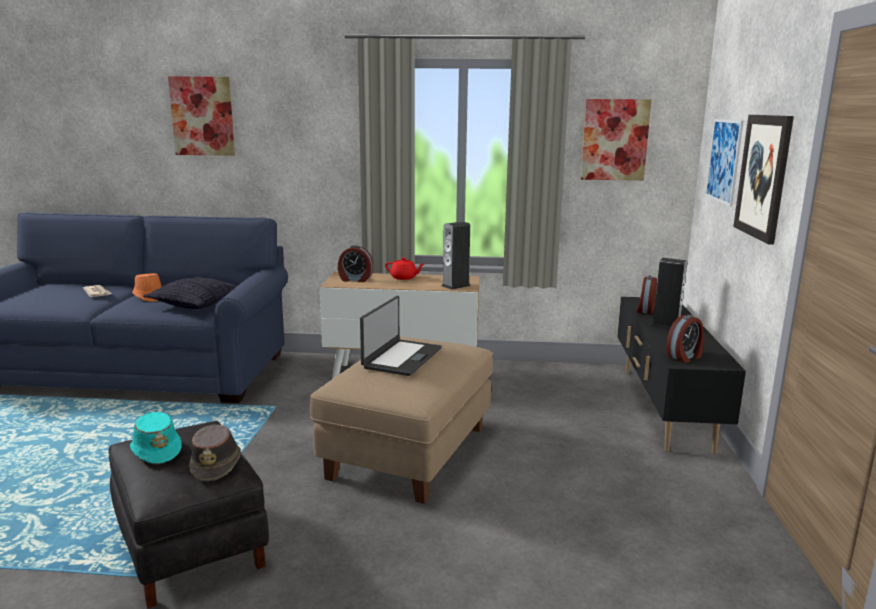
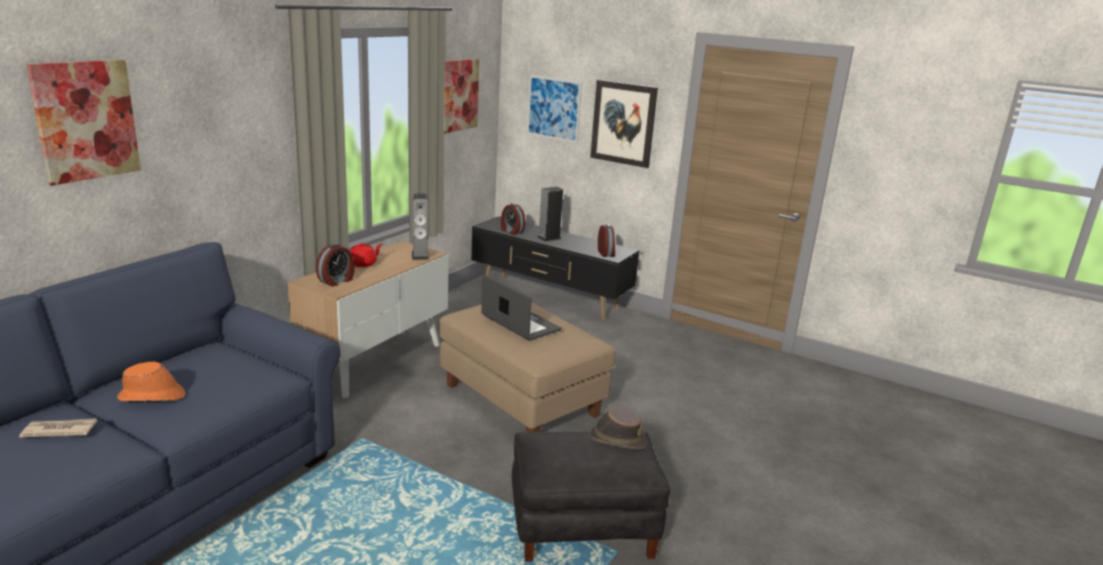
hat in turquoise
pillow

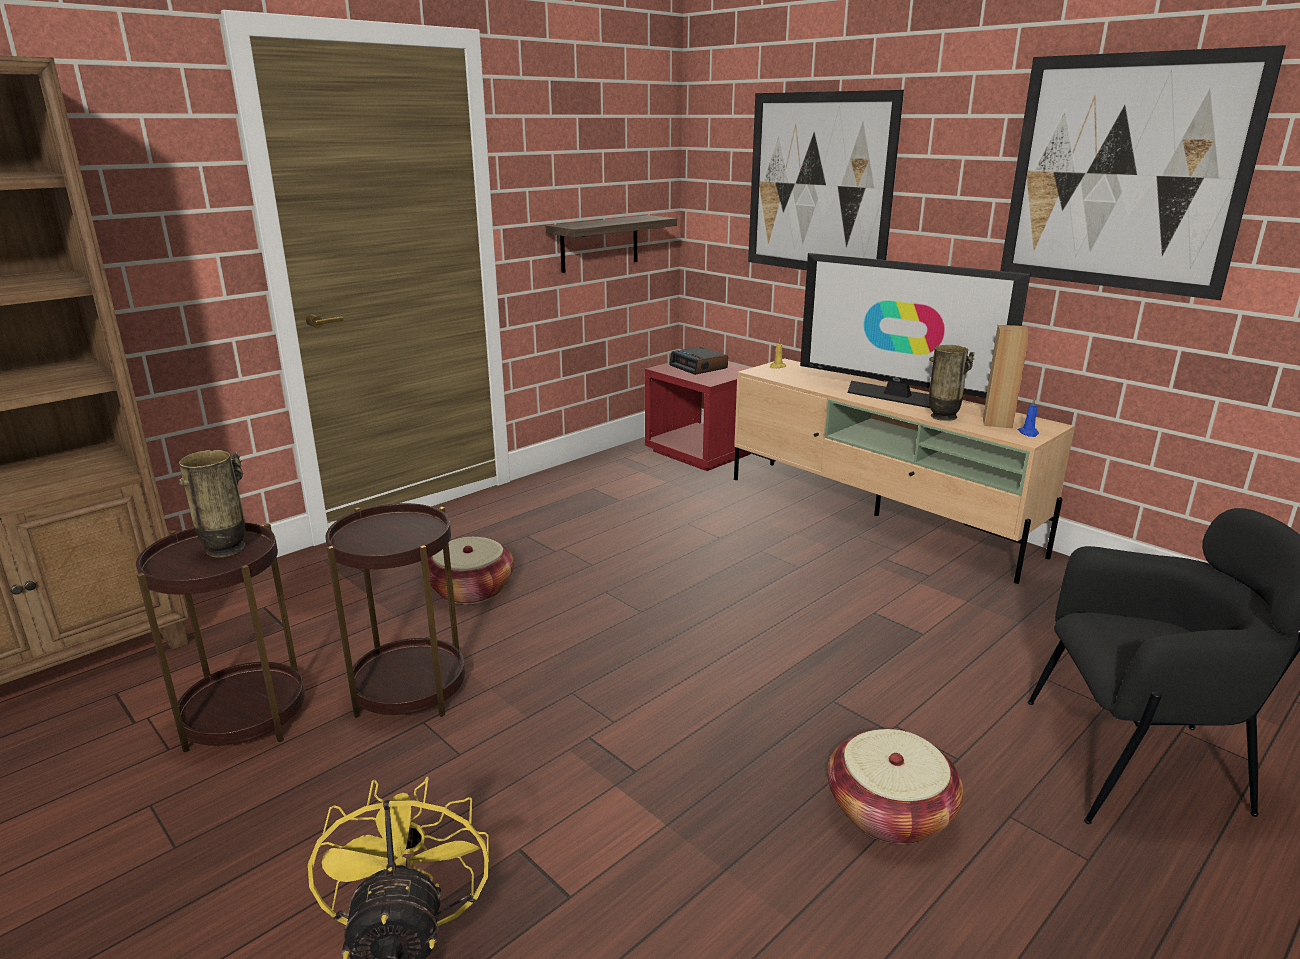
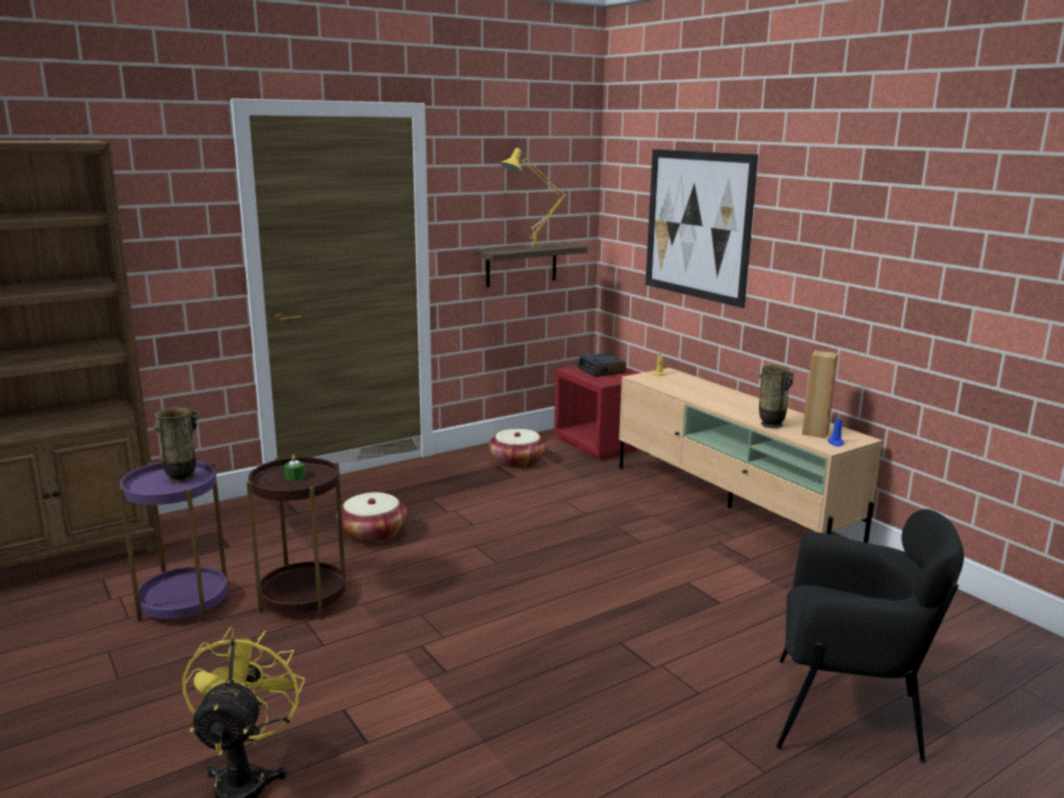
television
picture (no. 2 from left in the first image)
candle in green
table lamp in yellow
basket (no. 2 from left)
side table in purple

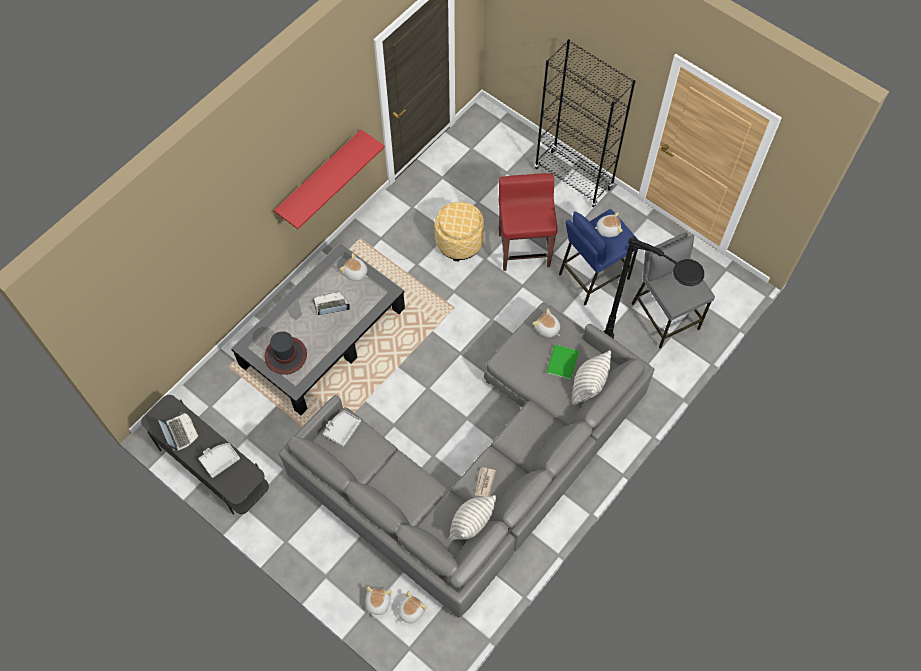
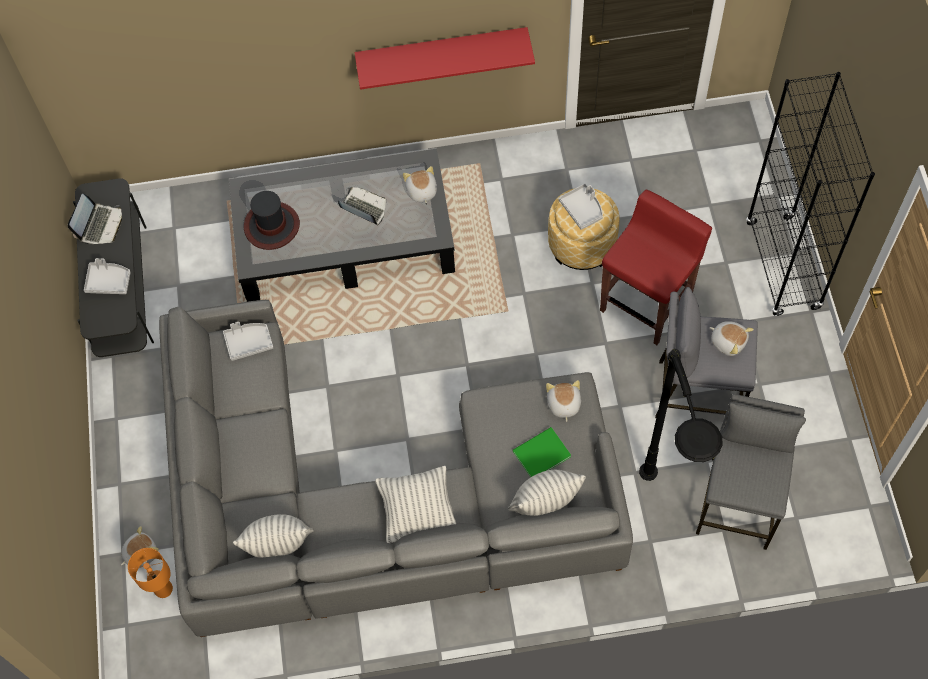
newspaper
pillow (no. 2 from left)
tray in grey (no. 3 from left)
table lamp in orange
stool in grey (no. 1 from left)

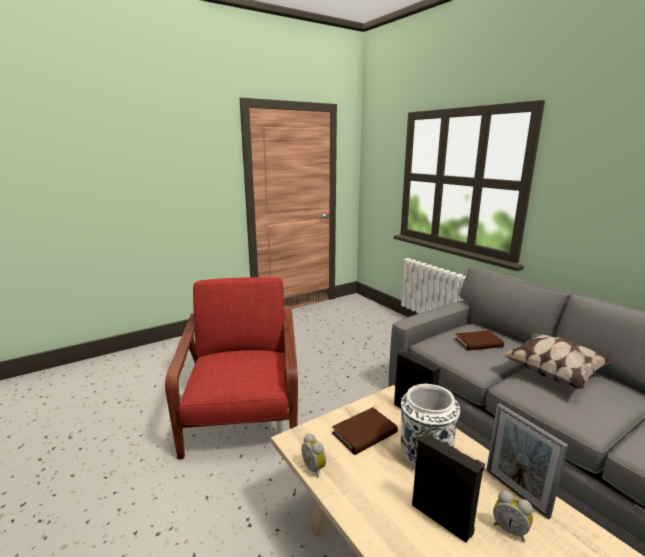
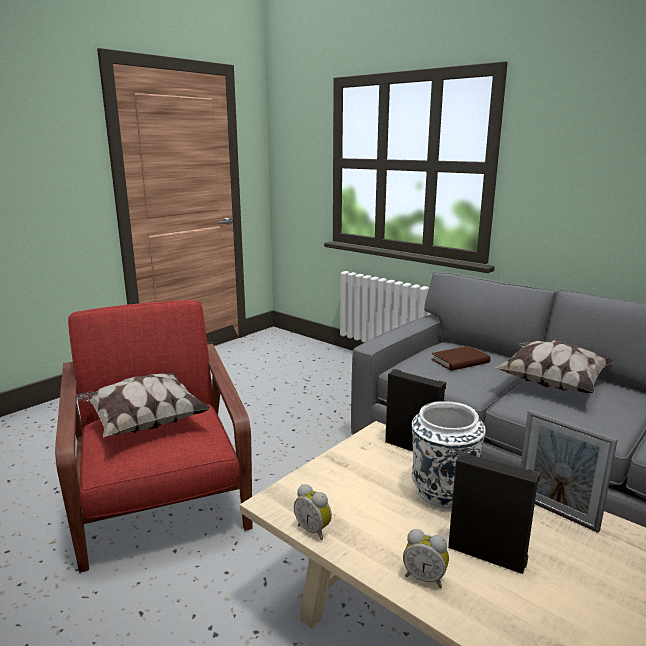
book in brown (no. 1 from left in the first image)
pillow (no. 1 from left)
alarm clock (no. 2 from left)

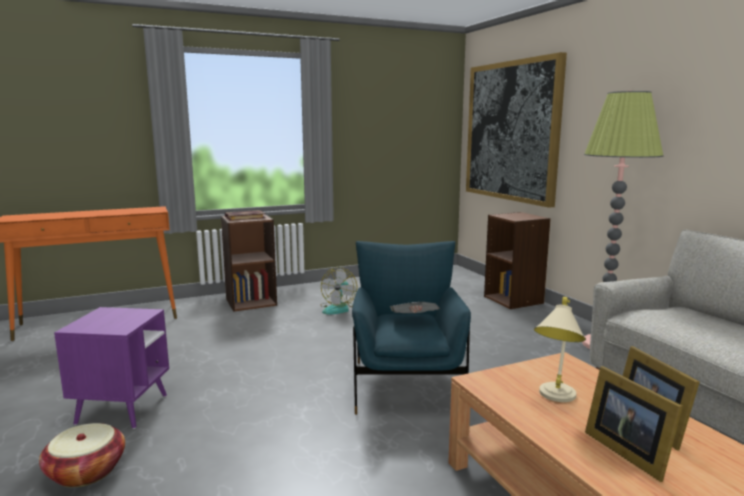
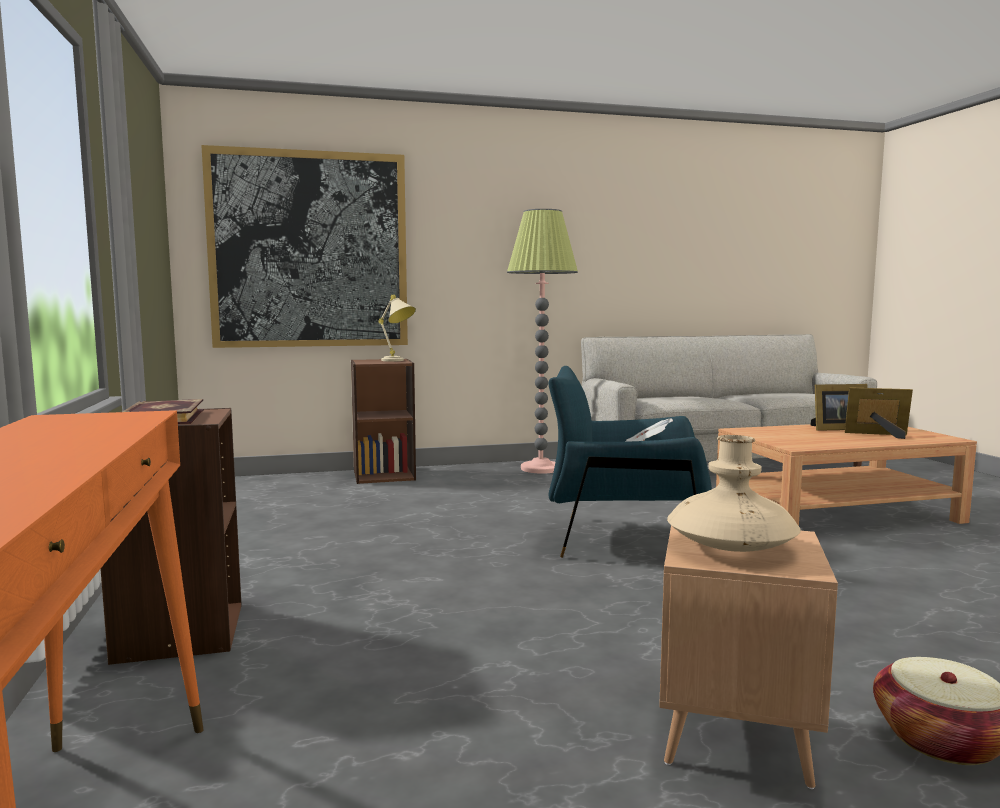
fan
vase in beige
table lamp in beige
side table in brown
picture frame (no. 2 from left)

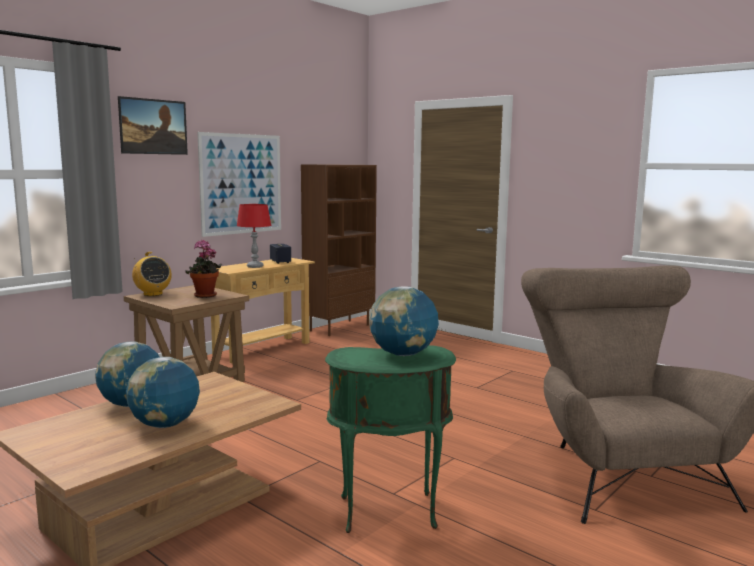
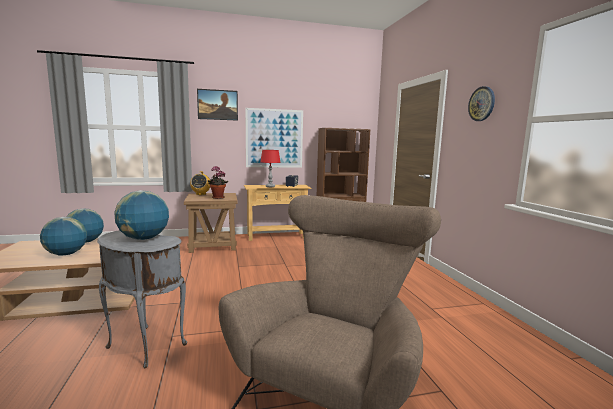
wall clock
side table in grey

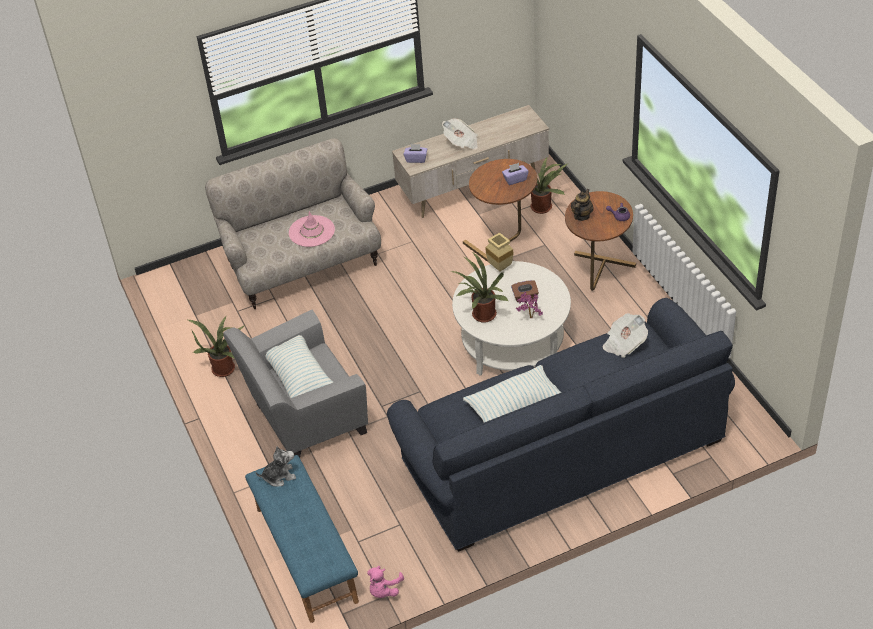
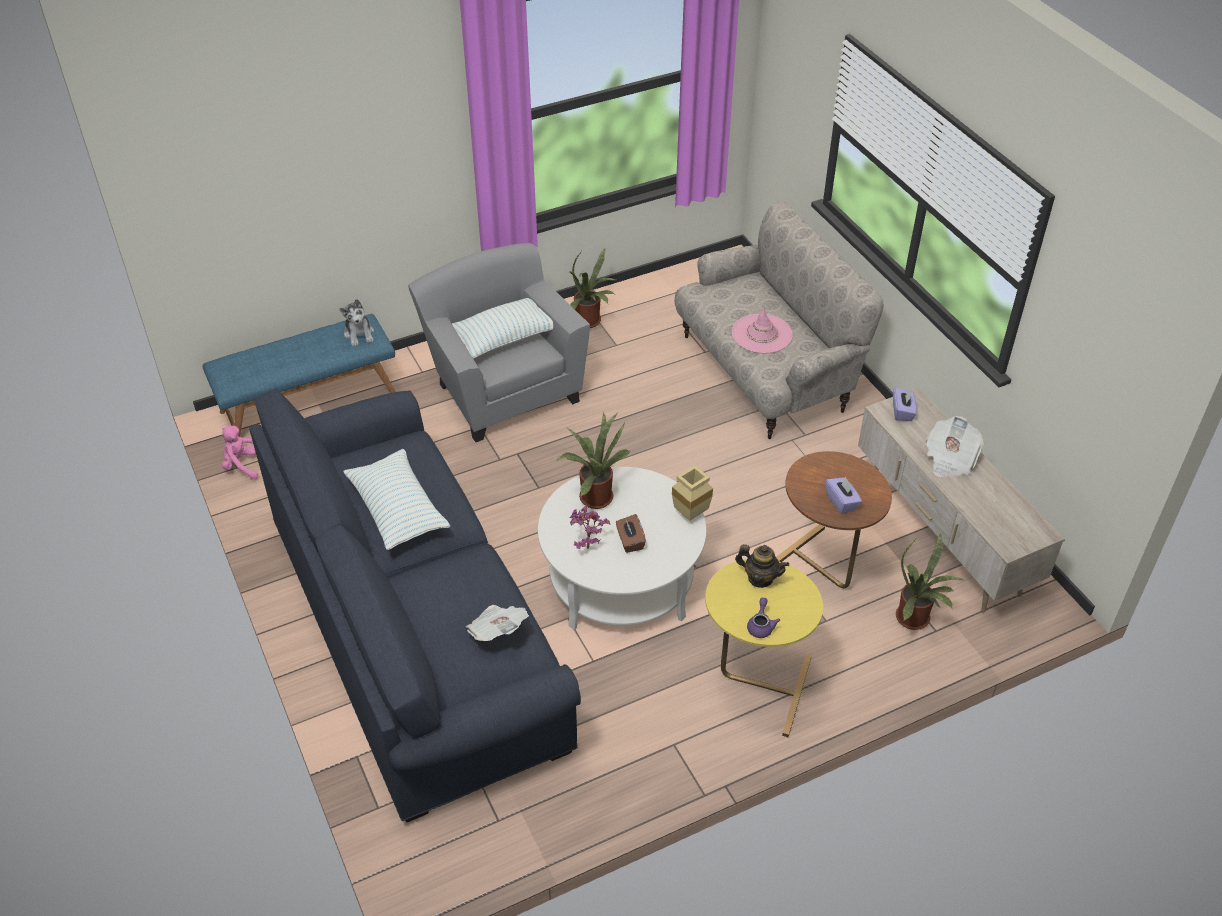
side table in yellow

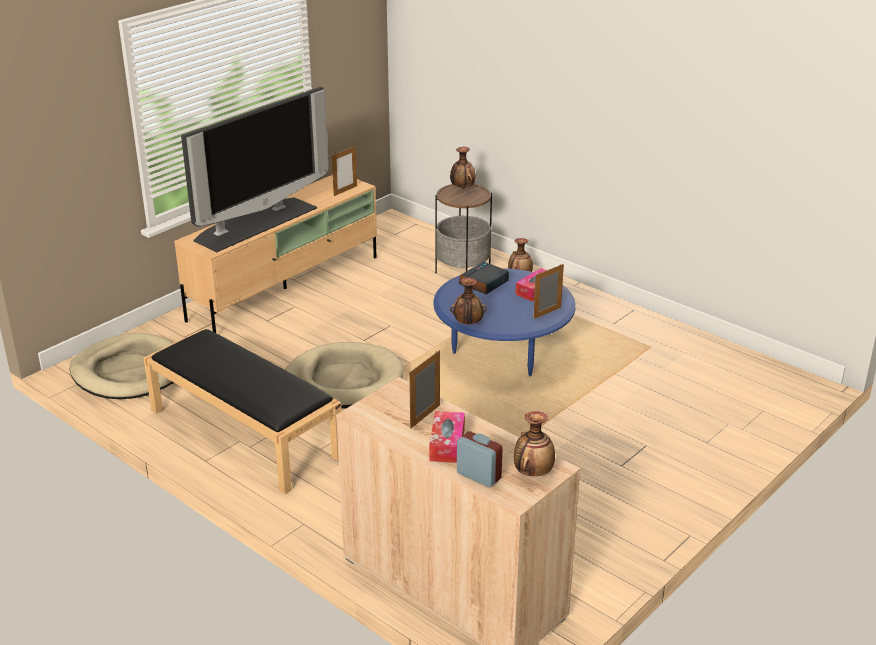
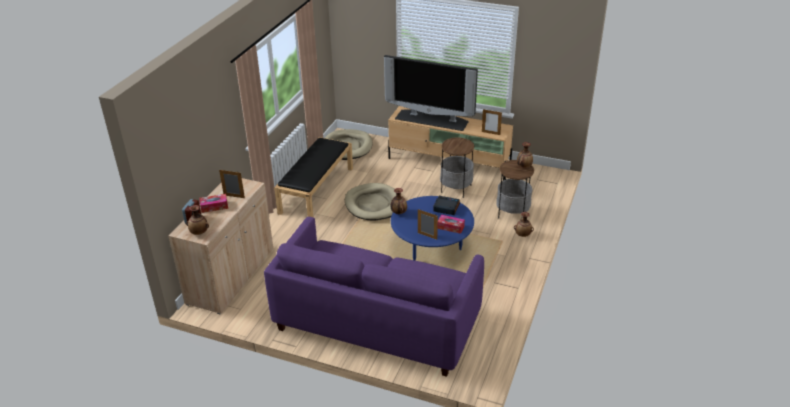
sofa in purple
side table (no. 1 from left)

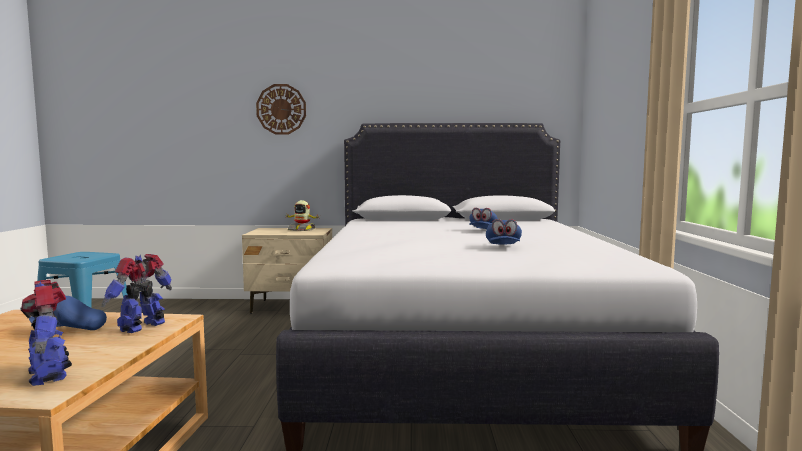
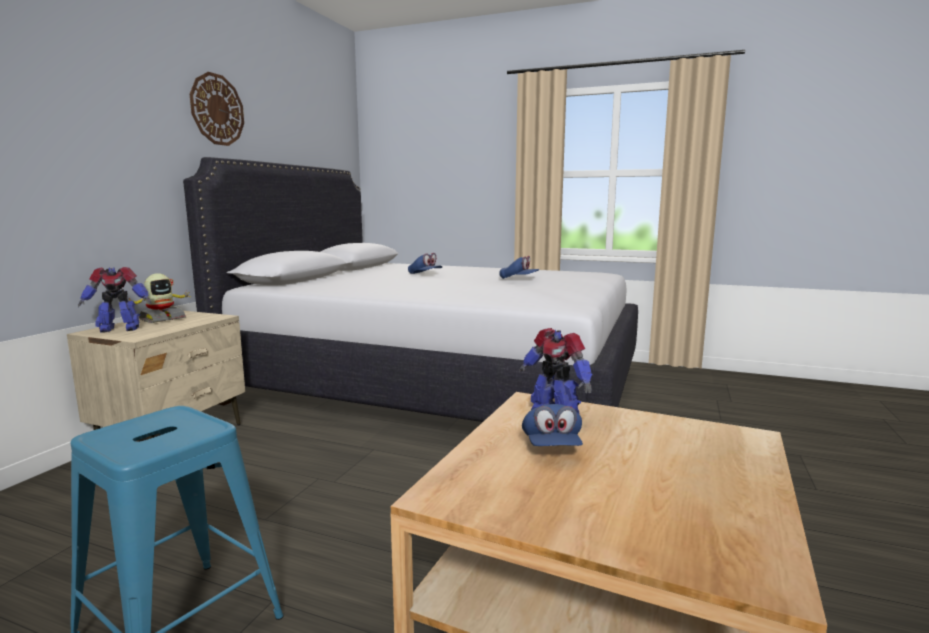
toy robot (no. 1 from left)
wall clock

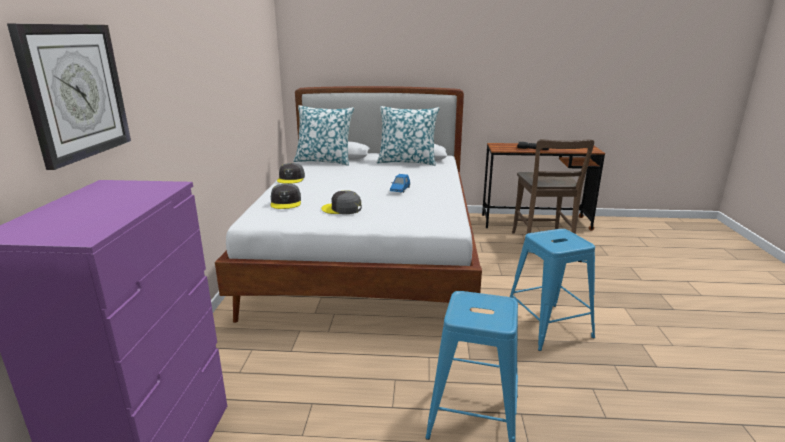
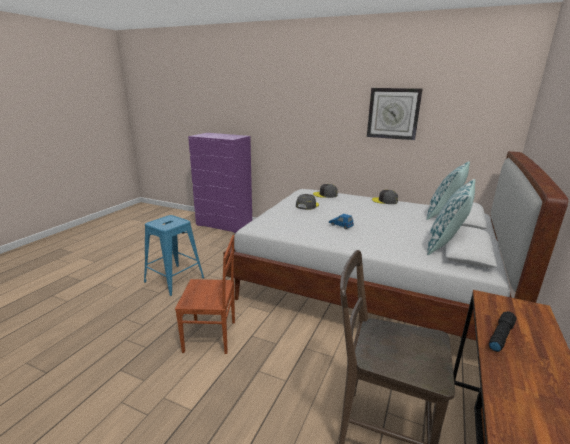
wall clock
chair in brown (no. 1 from left)

